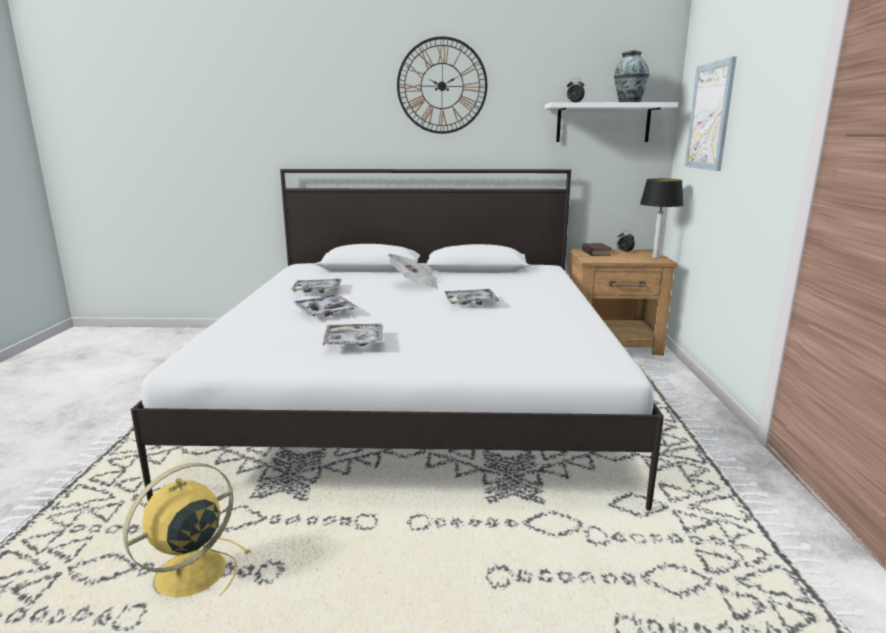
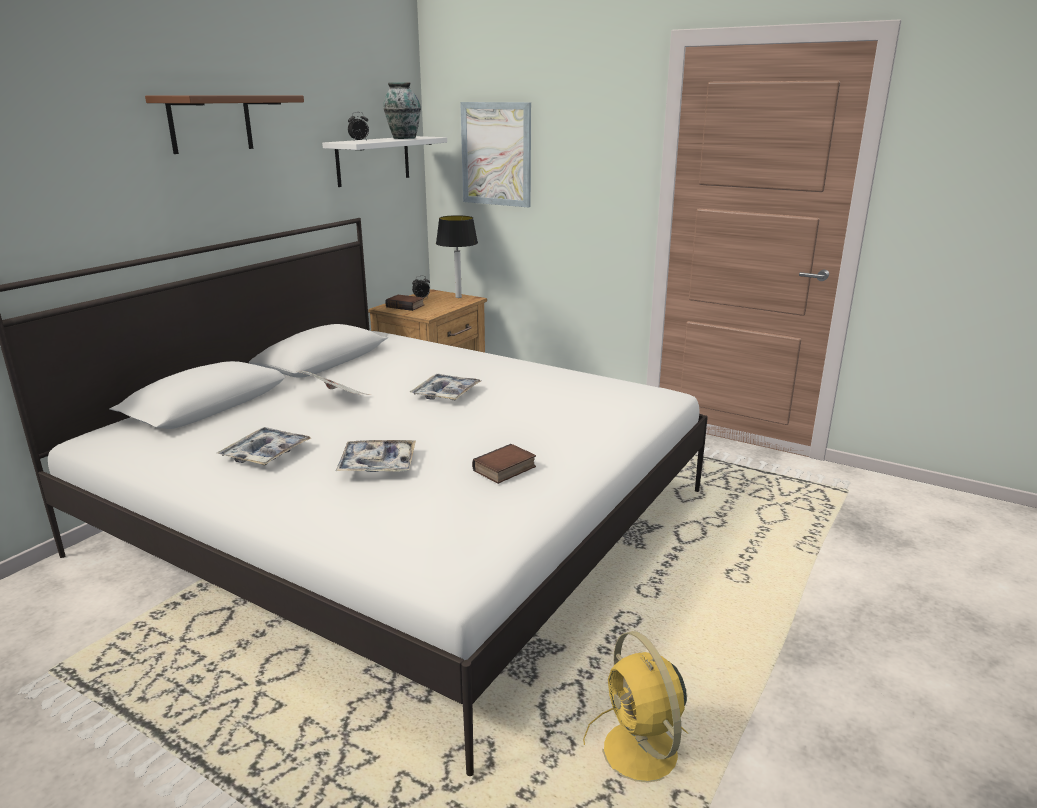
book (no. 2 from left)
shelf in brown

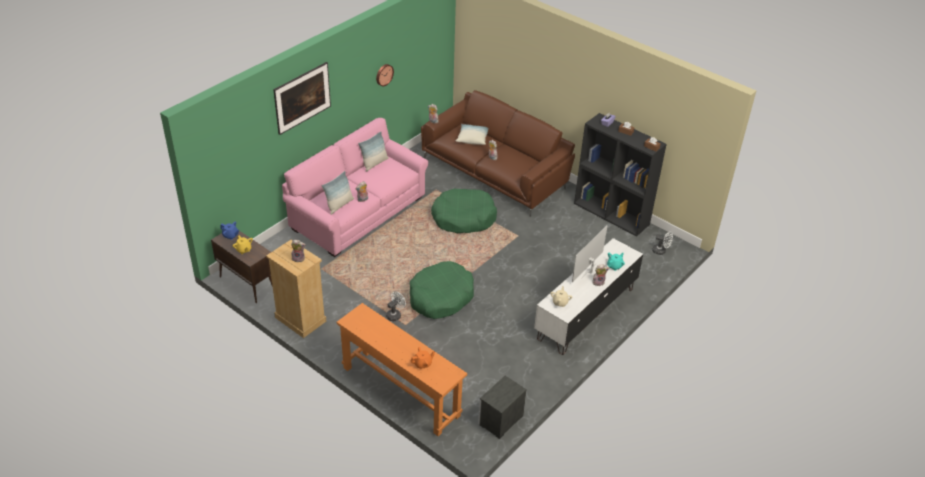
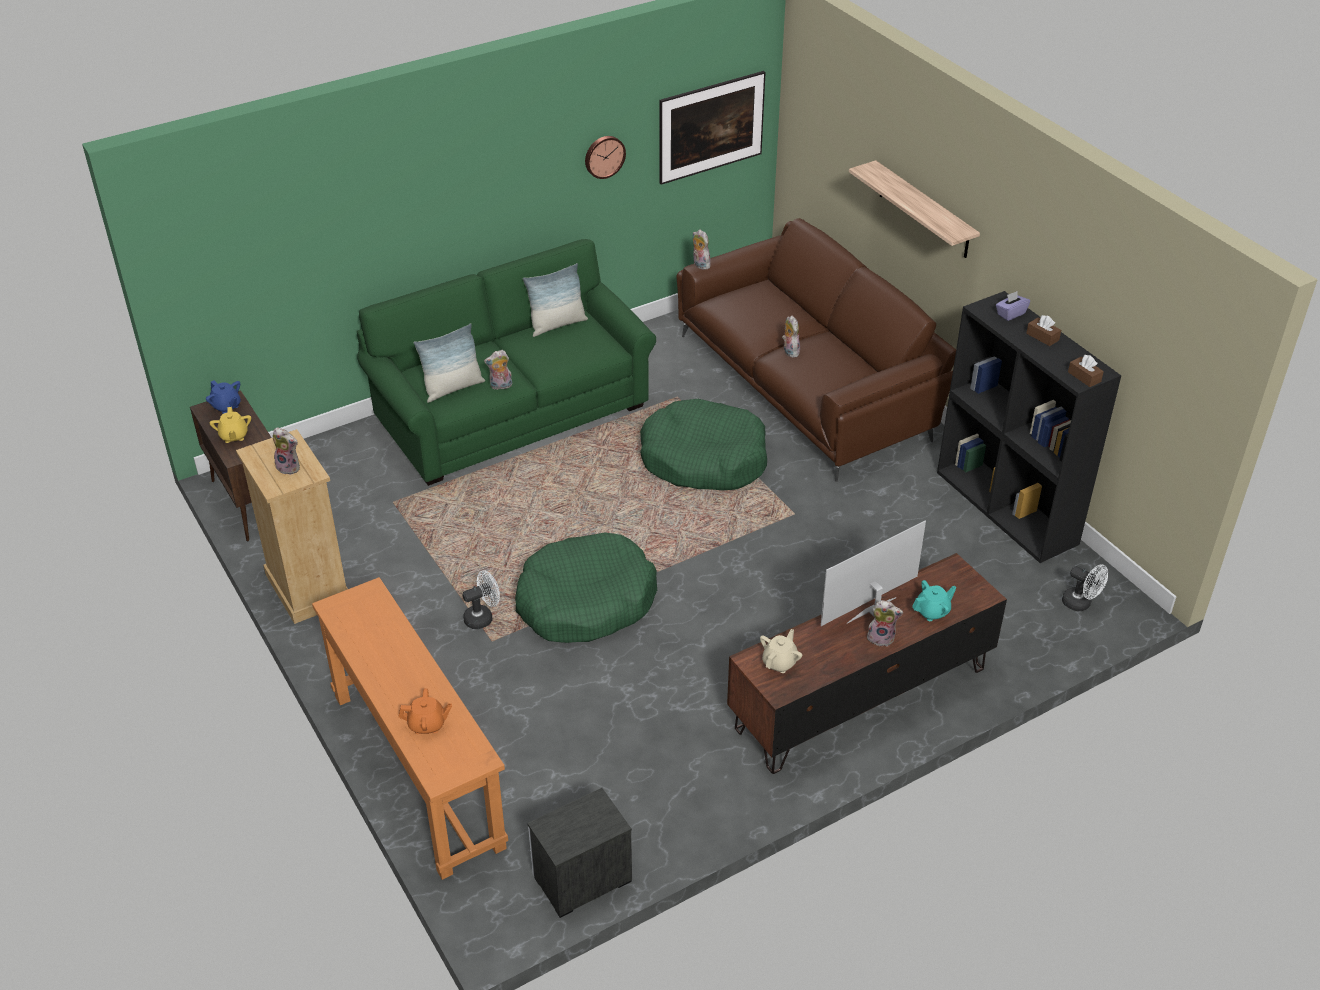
pillow (no. 3 from left in the first image)
shelf
picture
sofa in green
tv stand in brown

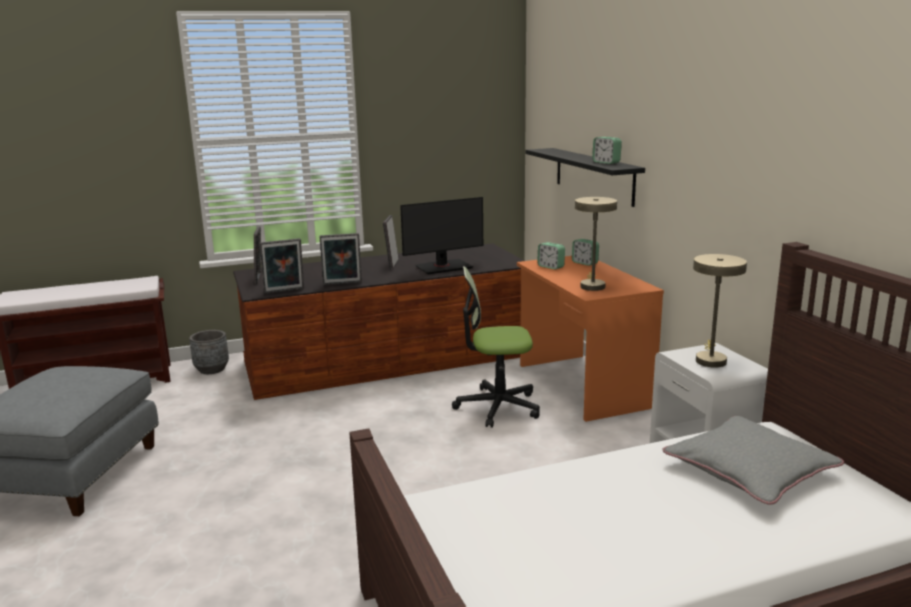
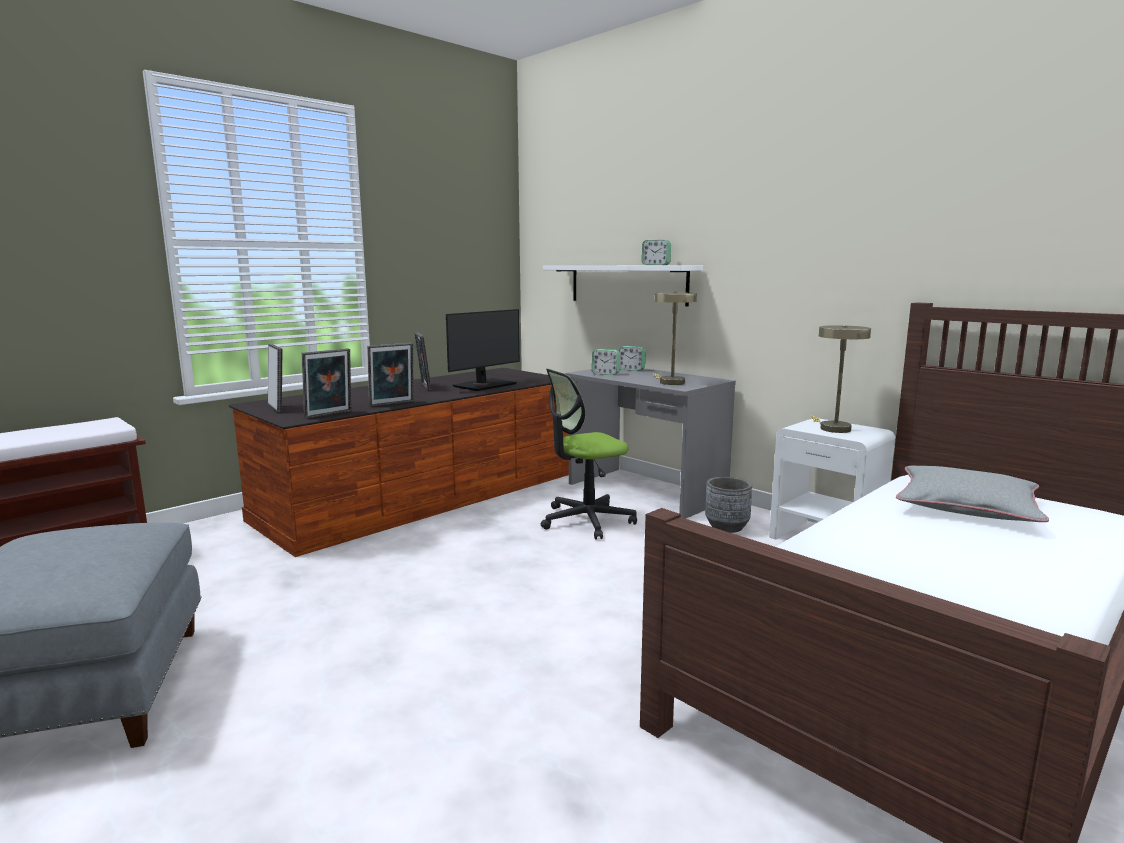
planter in grey
desk in grey
shelf in white

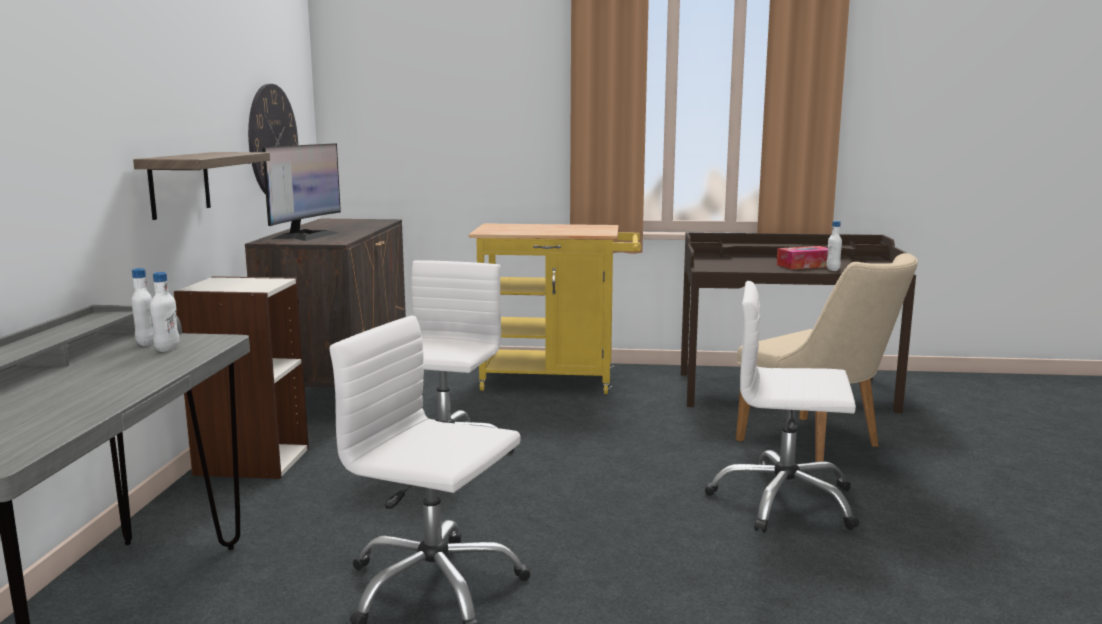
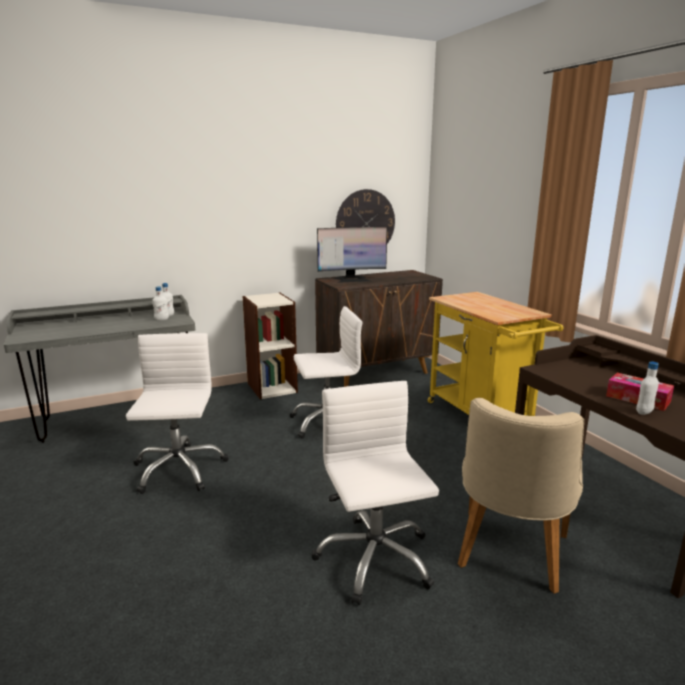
shelf

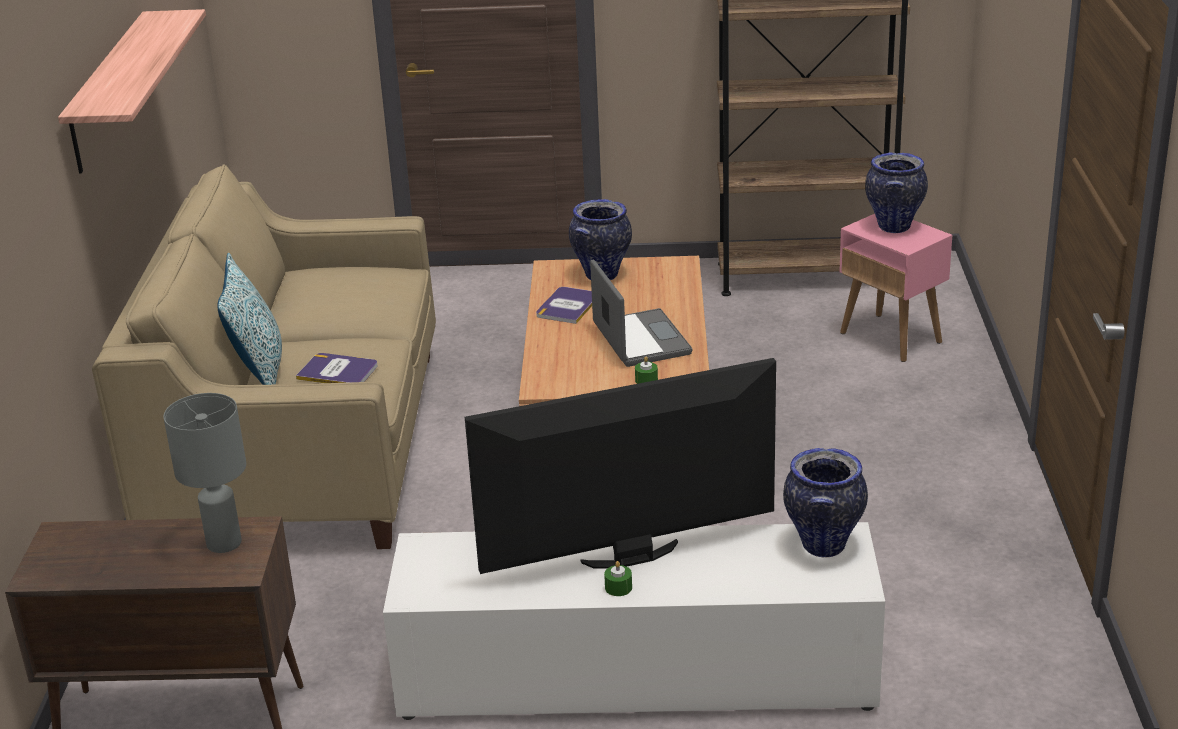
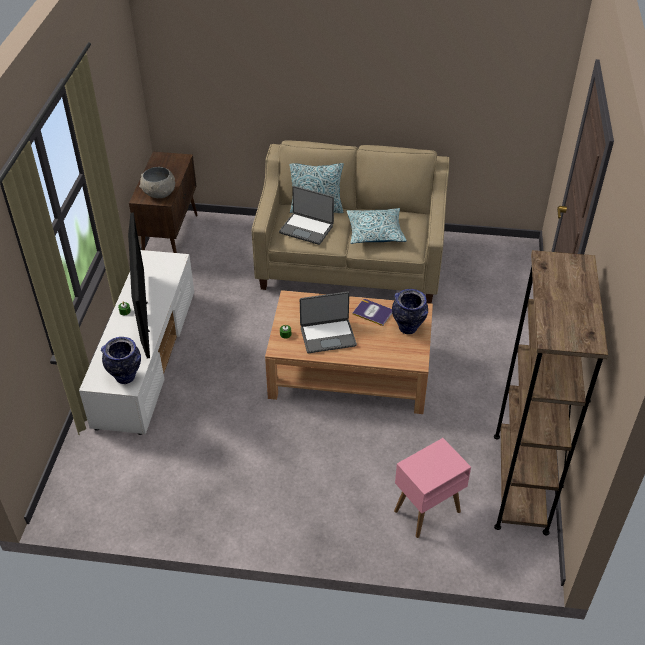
shelf
vase (no. 3 from left in the first image)
pillow (no. 2 from left)
bowl in grey
laptop (no. 1 from left)

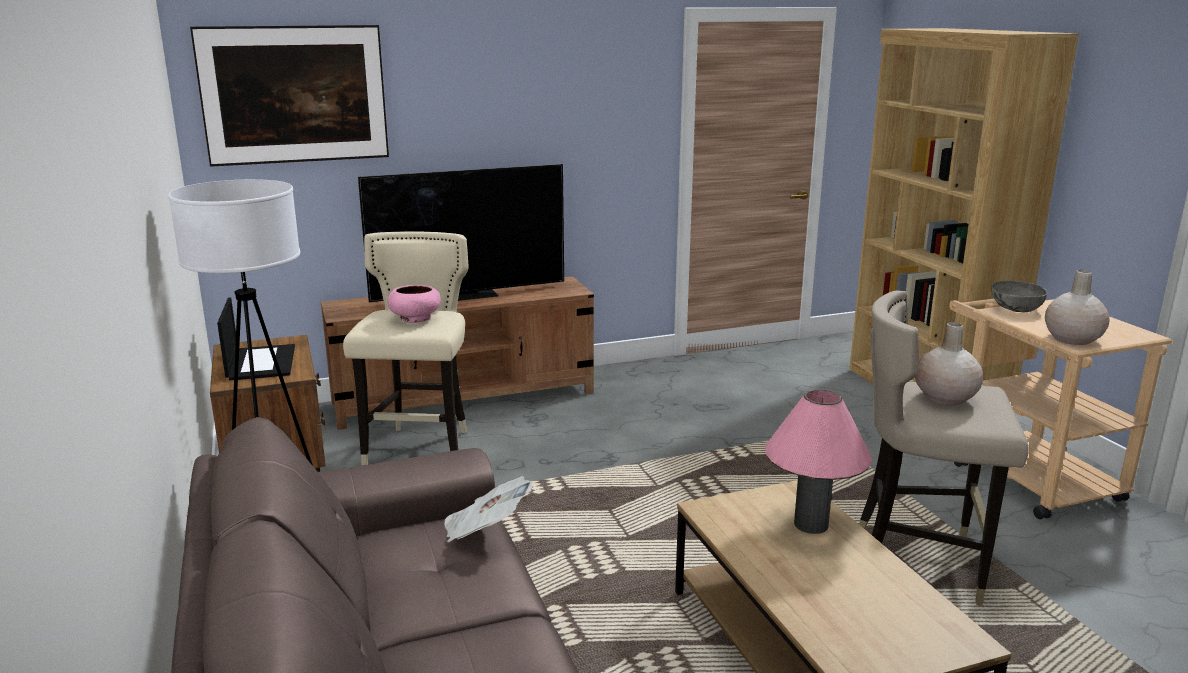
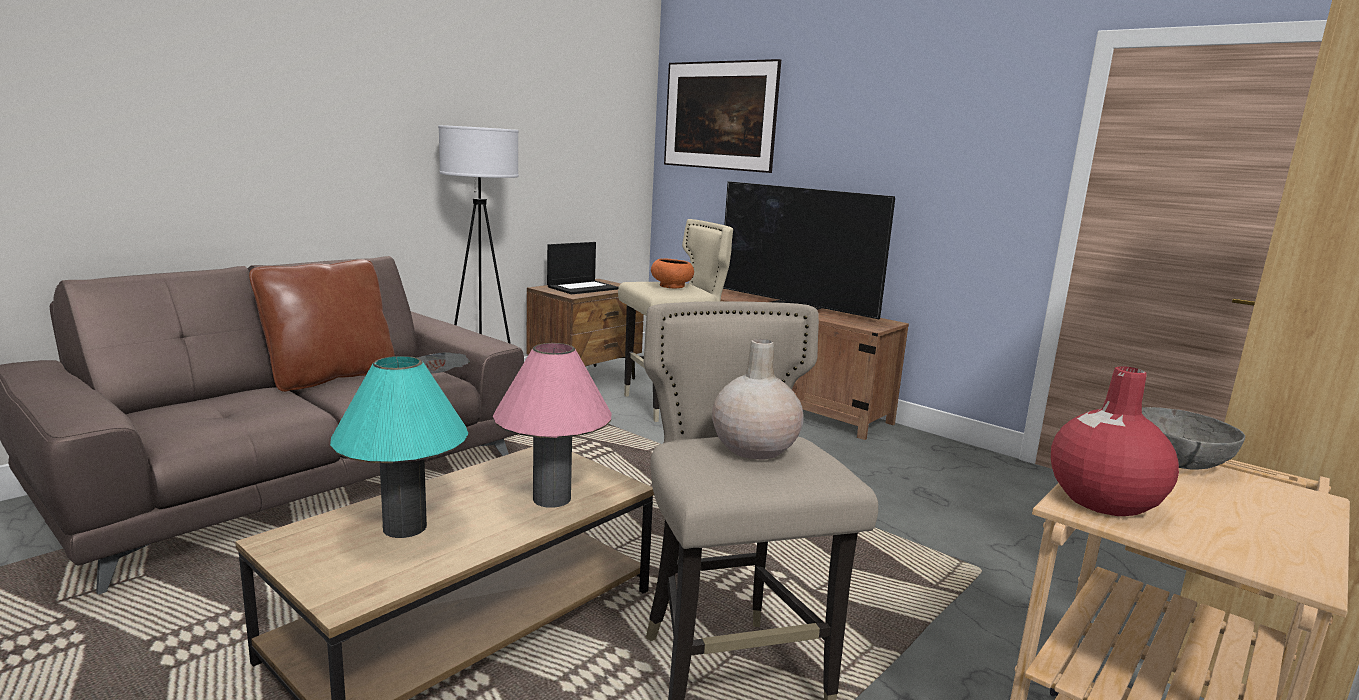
pillow in brown
table lamp in turquoise
bowl in orange
vase in red

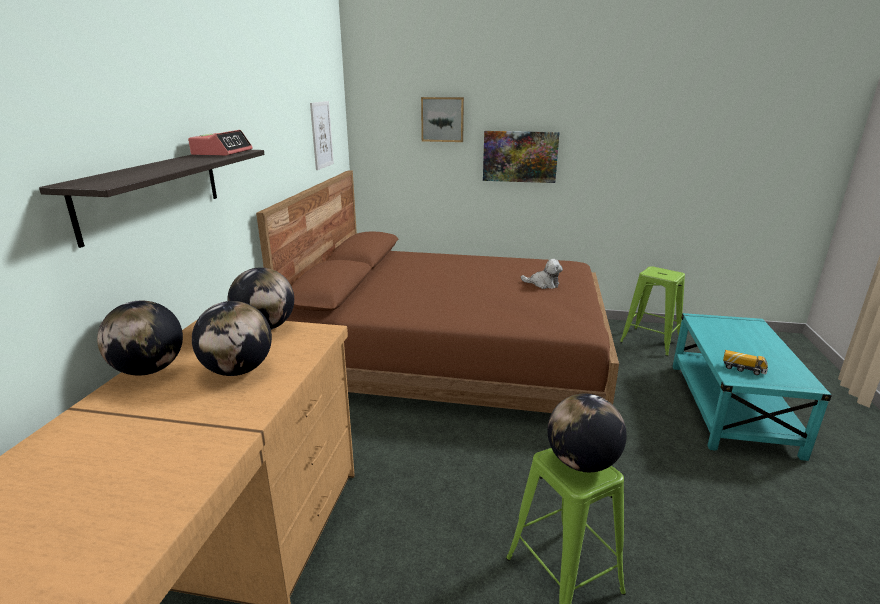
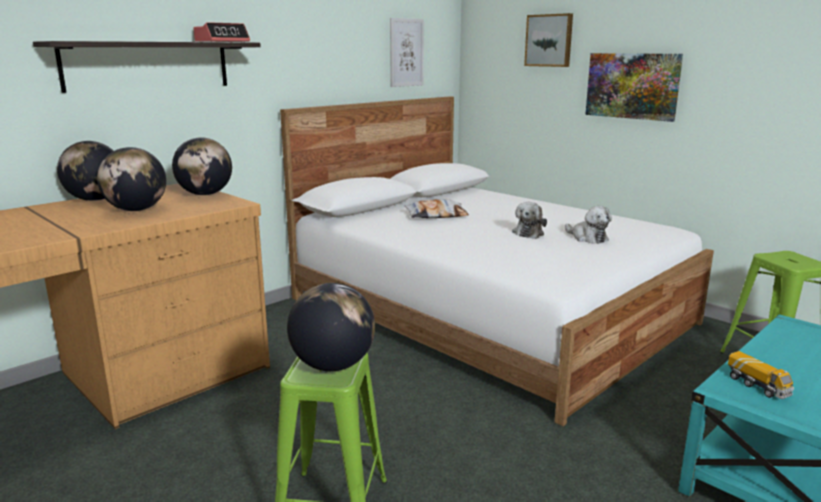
pillow
plush toy (no. 1 from left)
bed in white

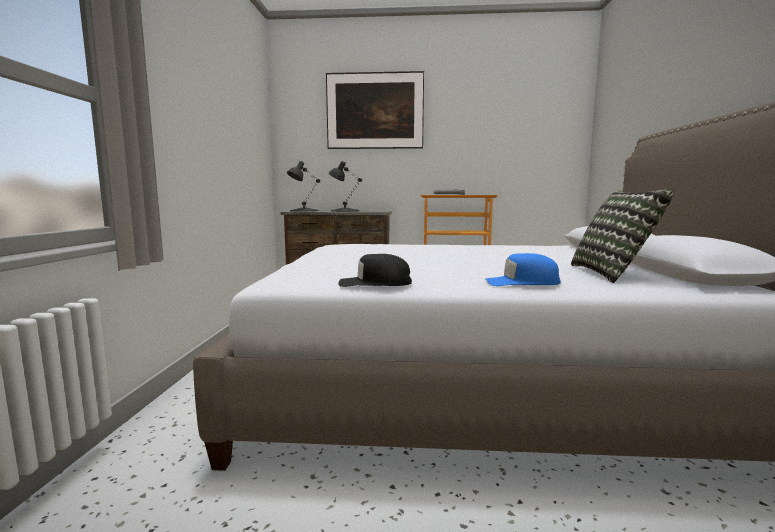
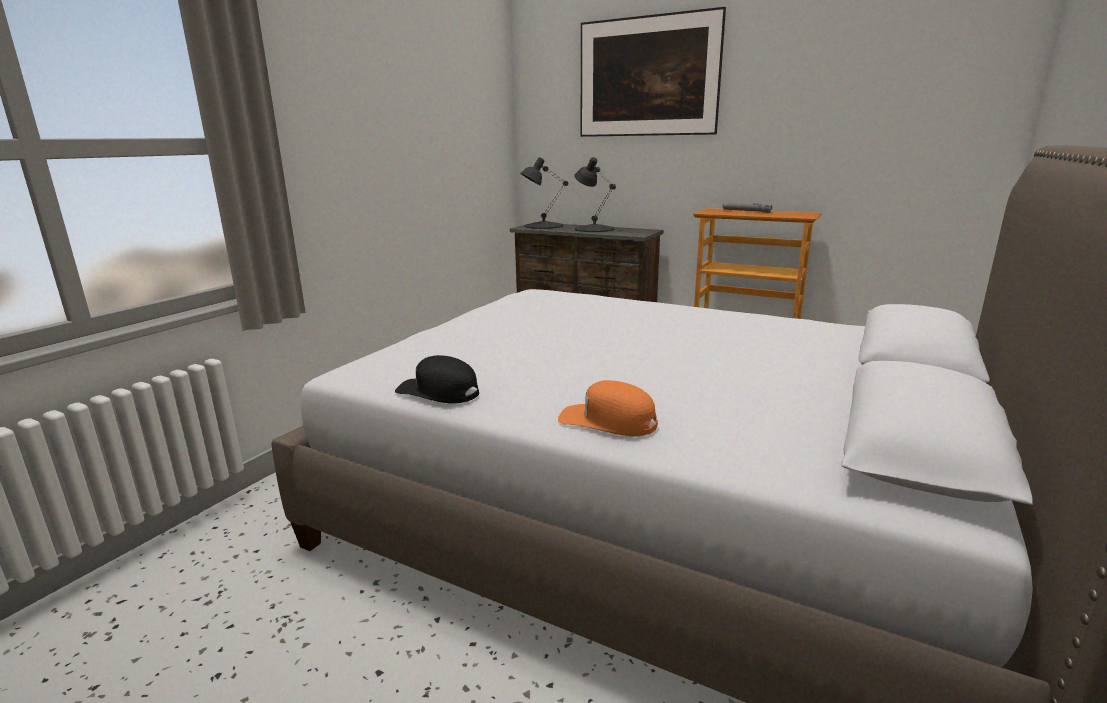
pillow
cap in orange

